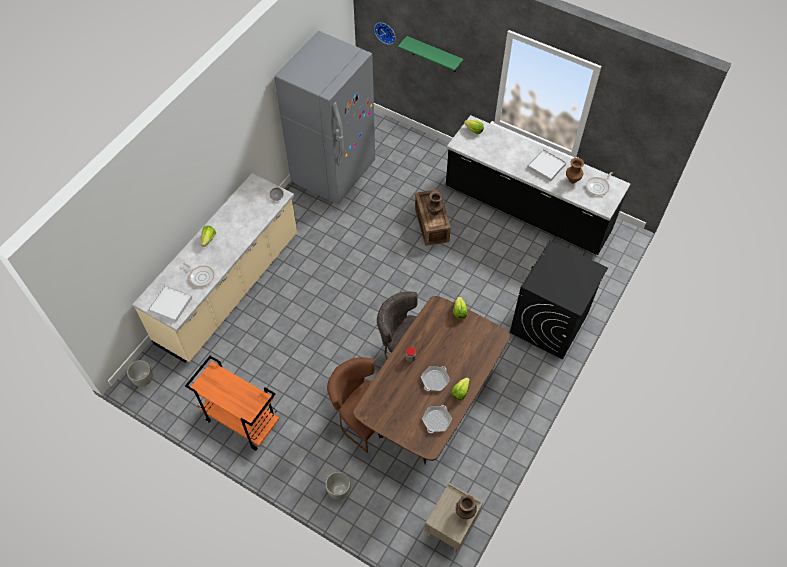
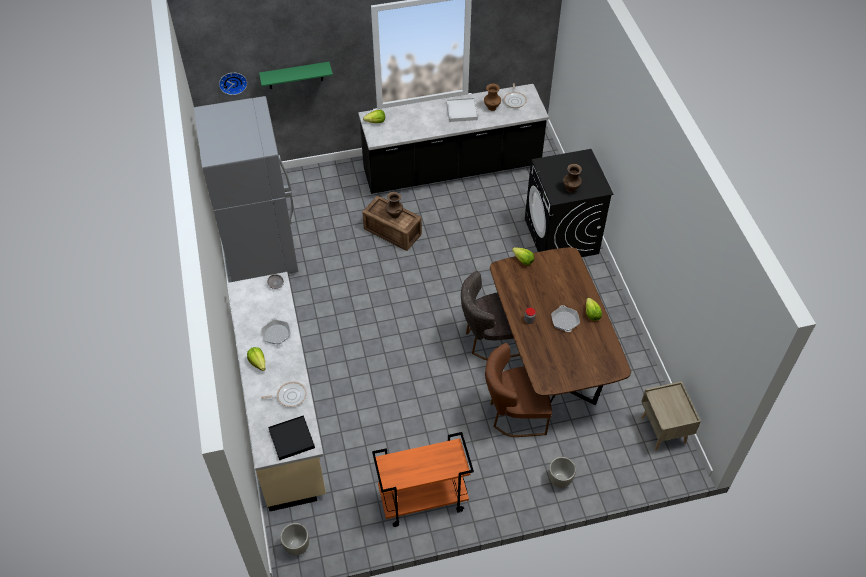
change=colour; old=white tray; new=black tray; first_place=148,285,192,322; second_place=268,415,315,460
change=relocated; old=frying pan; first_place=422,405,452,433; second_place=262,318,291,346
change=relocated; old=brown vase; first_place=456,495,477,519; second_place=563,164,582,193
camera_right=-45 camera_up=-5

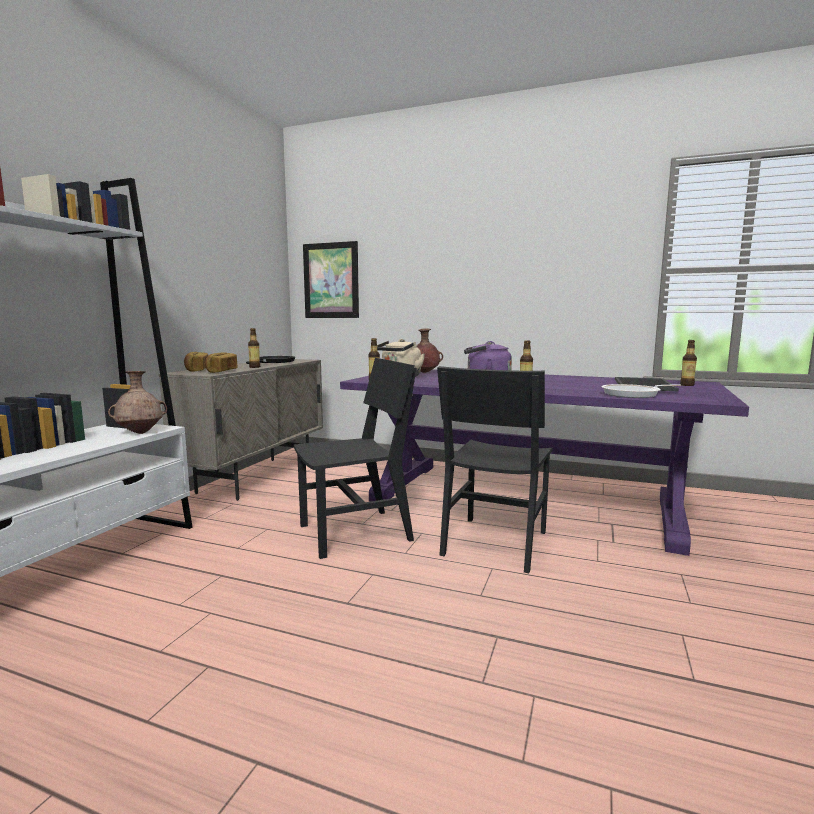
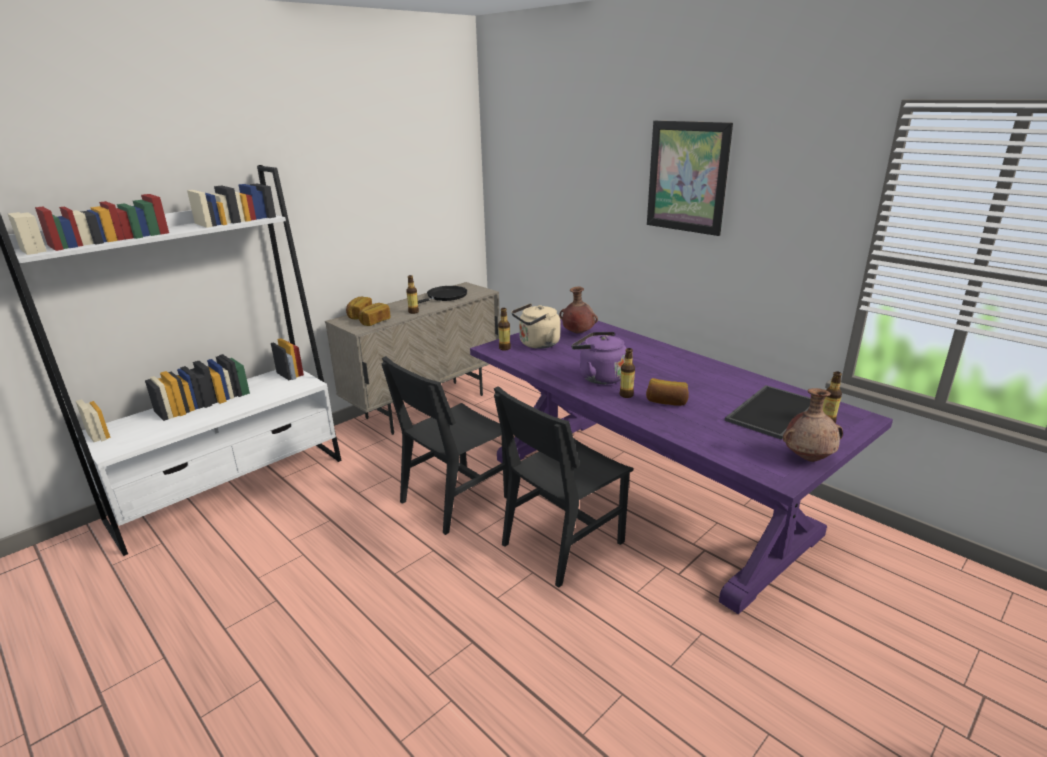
change=relocated; old=picture; first_place=303,241,359,318; second_place=647,121,733,236
change=spun; old=black chair; first_place=294,358,416,559; second_place=381,356,509,535; degrees=135
change=relocated; old=brown vase; first_place=108,371,167,434; second_place=783,388,843,462
change=missing; old=frying pan; first_place=602,384,681,398
change=appeared; new=bread; second_place=646,378,689,406
camera_right=25 camera_up=15

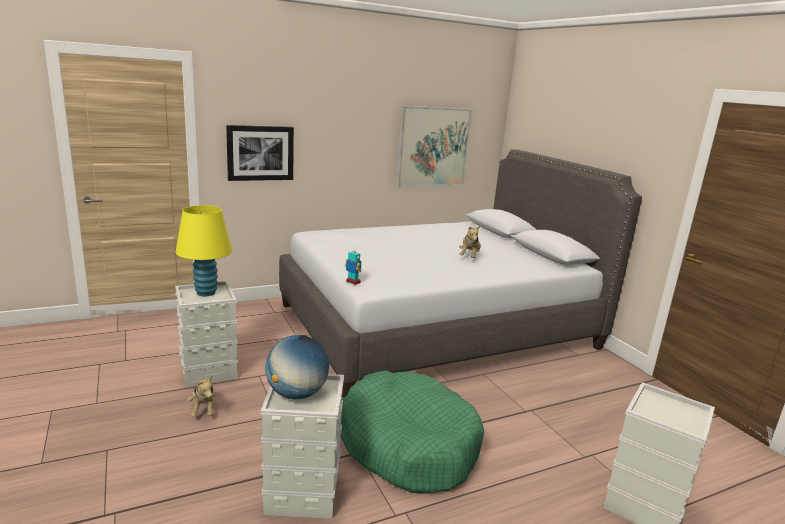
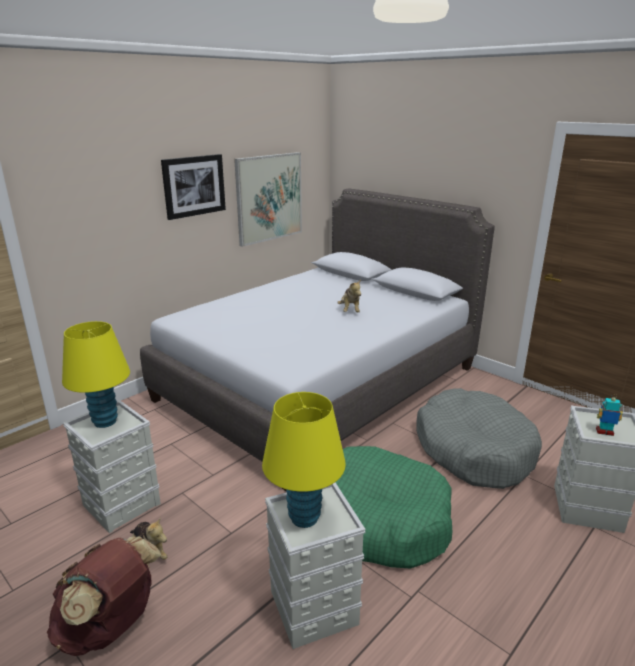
change=relocated; old=picture; first_place=226,125,294,181; second_place=161,154,226,220
change=relocated; old=toy robot; first_place=345,251,362,285; second_place=596,397,623,436
change=exchanged; old=globe; new=yellow table lamp; first_place=265,335,329,399; second_place=262,392,346,528
change=appeared; new=grey dog bed; second_place=416,388,542,489
change=appeared; new=brown backpack; second_place=47,536,161,656
camera_right=-20 camera_up=5

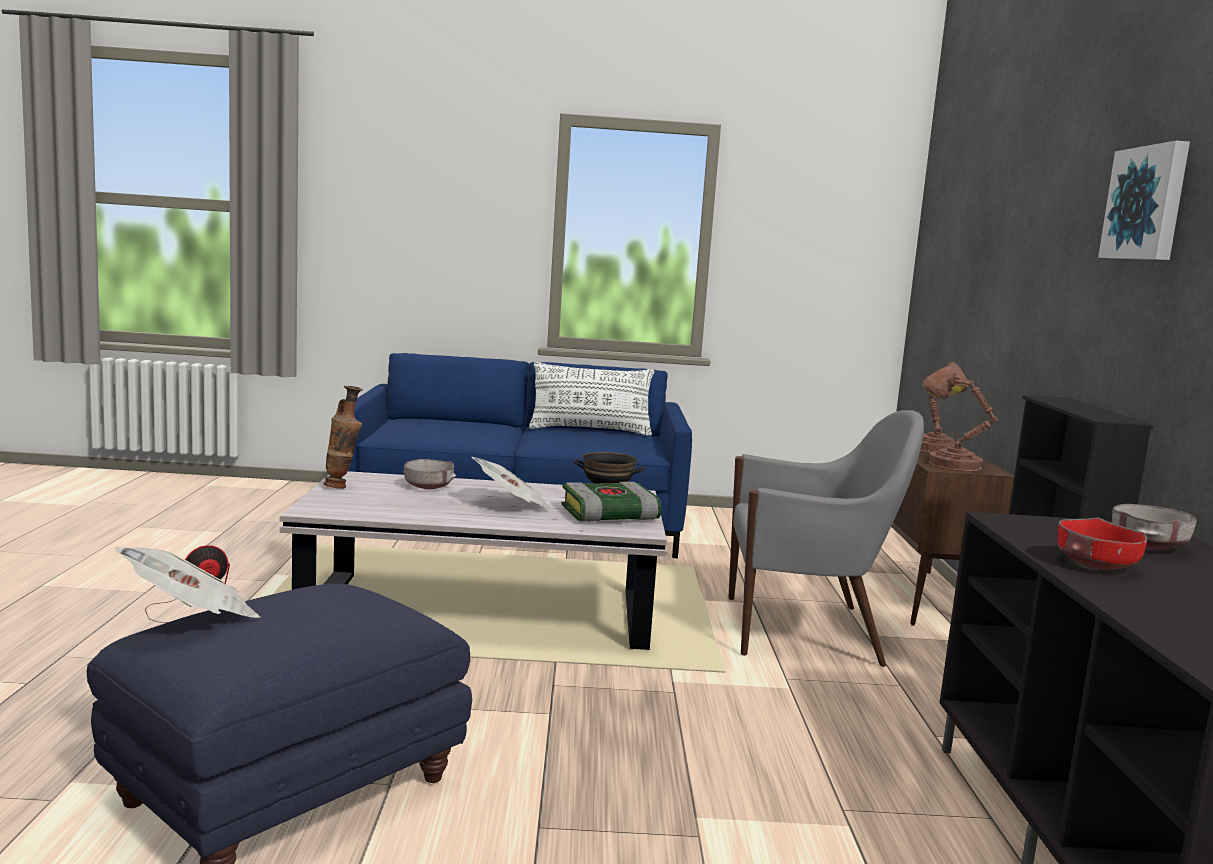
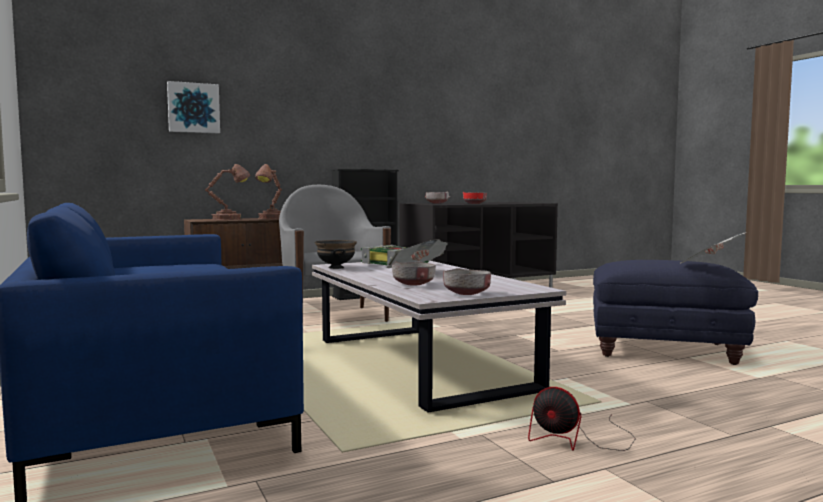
change=relocated; old=picture; first_place=1098,141,1190,260; second_place=167,81,220,134
change=missing; old=white pillow; first_place=529,362,654,436
change=exchanged; old=vase; new=grey bowl; first_place=324,386,362,489; second_place=443,268,491,295
camera_right=-115 camera_up=-5

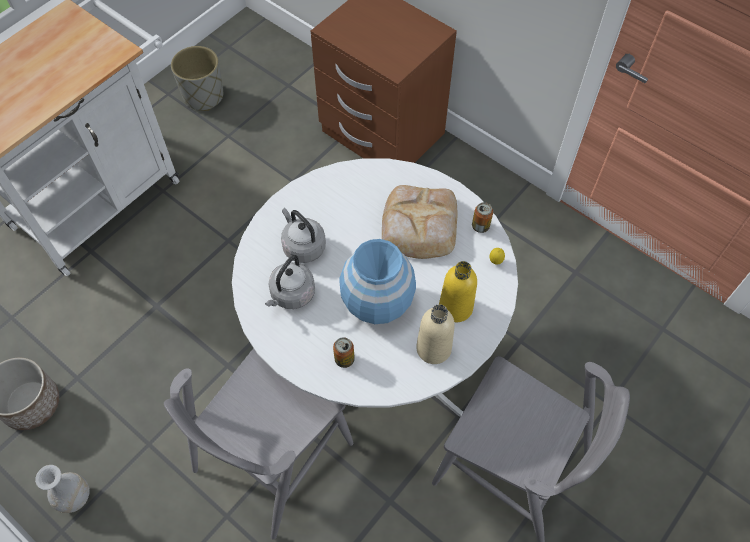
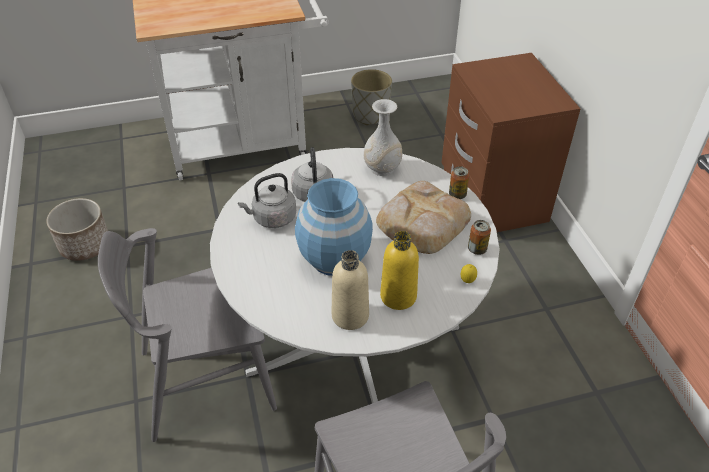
change=relocated; old=can; first_place=333,337,355,368; second_place=449,166,469,199
change=relocated; old=white vase; first_place=35,465,90,513; second_place=363,99,402,176
camera_right=35 camera_up=-15

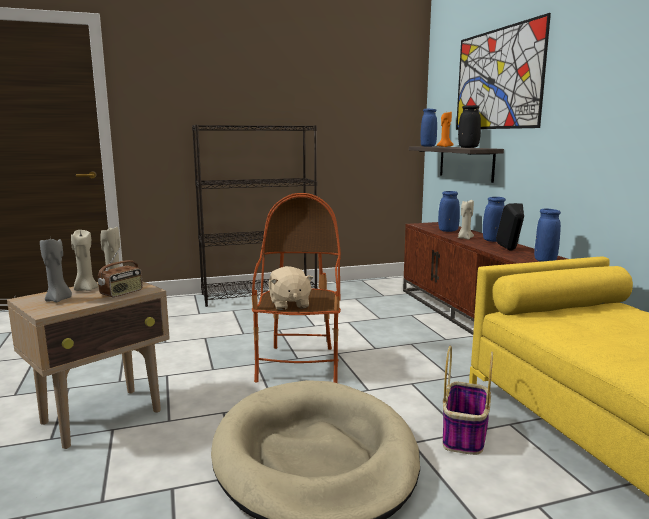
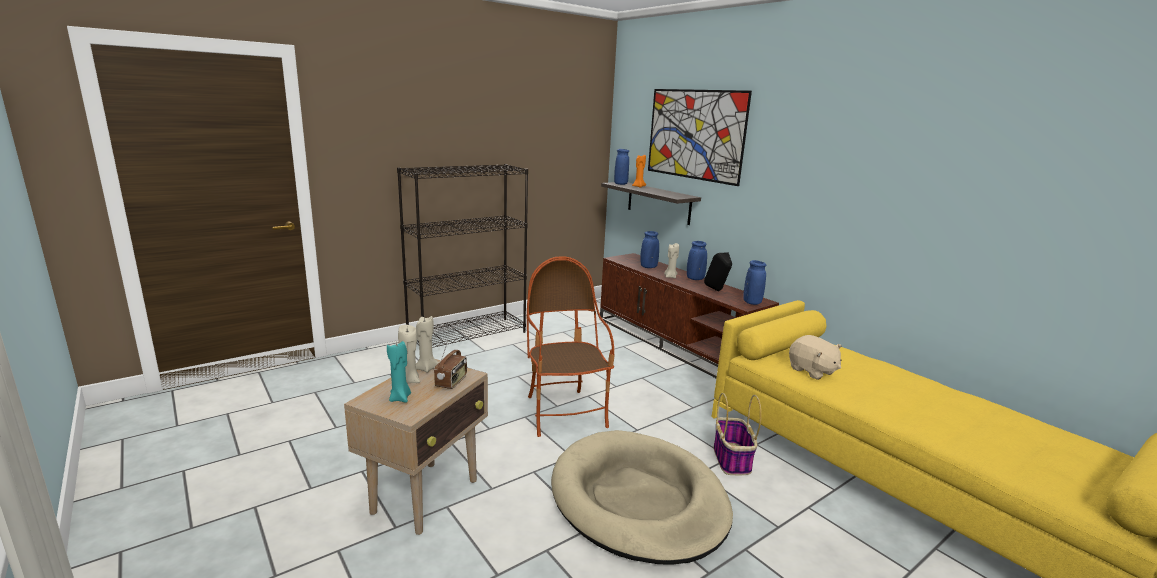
change=missing; old=black vase; first_place=458,105,481,148
change=colour; old=grey candle; new=turquoise candle; first_place=40,238,72,302; second_place=387,341,411,403
change=relocated; old=beige plush toy; first_place=268,266,314,310; second_place=789,335,842,380
camera_right=-20 camera_up=5

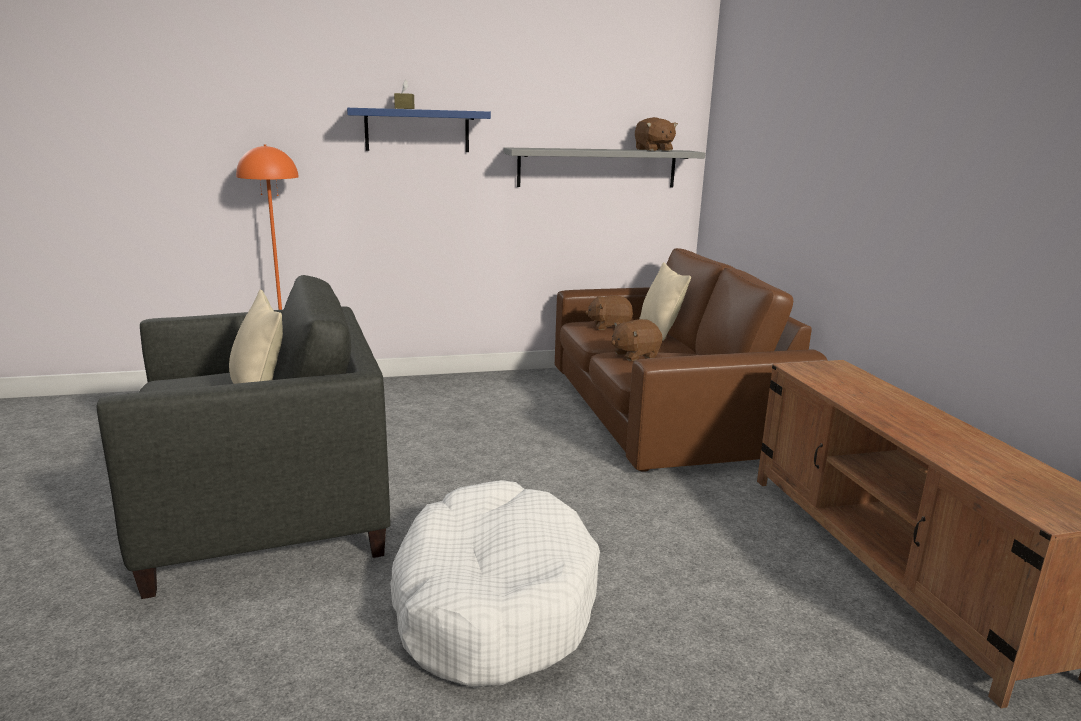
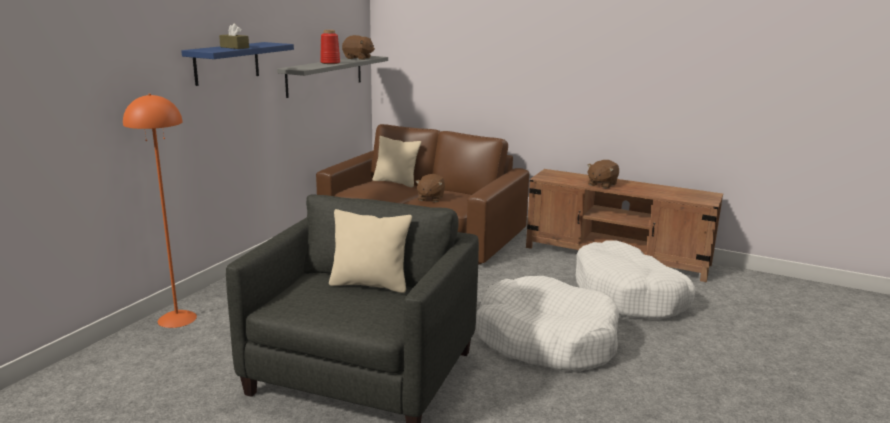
change=relocated; old=brown plush toy; first_place=585,295,633,330; second_place=587,160,619,189
change=appeared; new=red vase; second_place=320,30,340,64
change=appeared; new=white dog bed; second_place=576,240,695,320
camera_right=-50 camera_up=0

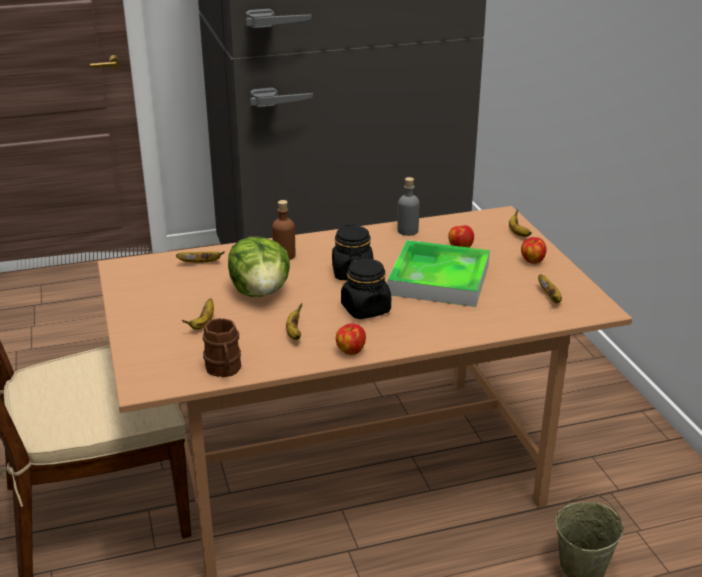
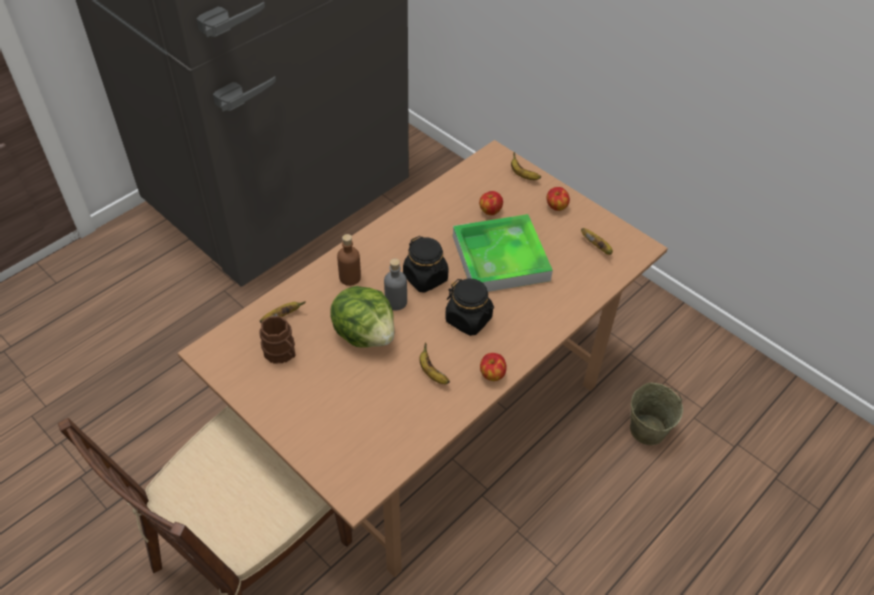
change=relocated; old=grey bottle; first_place=397,177,420,236; second_place=384,258,407,310
change=missing; old=banana; first_place=182,298,214,329
change=relocated; old=brown mug; first_place=203,318,241,377; second_place=259,316,295,364
camera_right=-30 camera_up=20

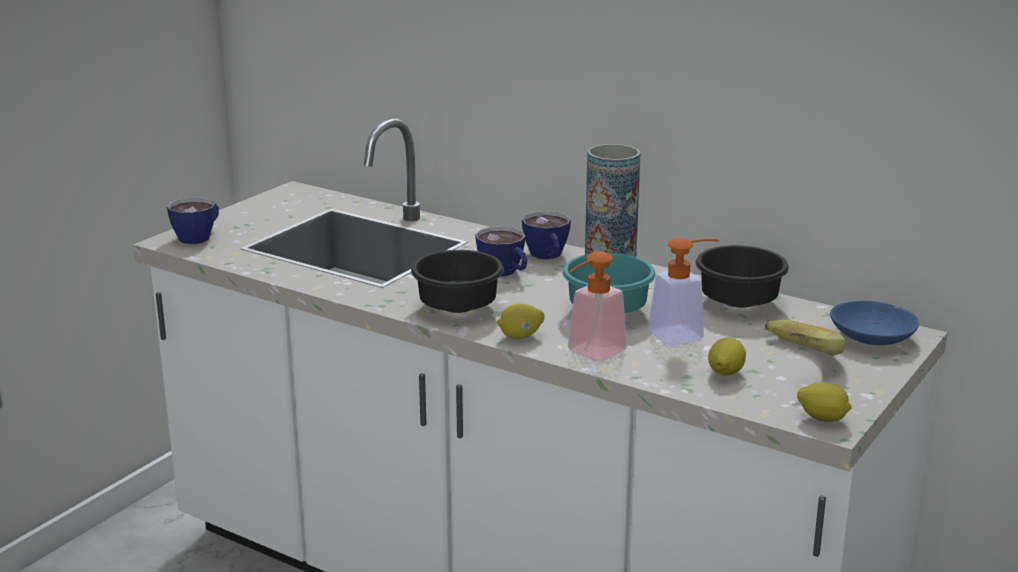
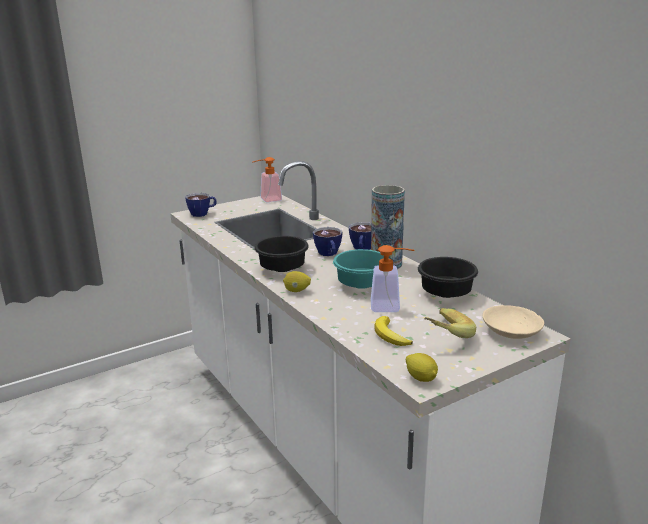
change=relocated; old=soap dispenser; first_place=568,251,627,362; second_place=252,157,282,202
change=colour; old=blue bowl; new=beige bowl; first_place=830,301,919,345; second_place=483,305,544,339
change=exchanged; old=lemon; new=banana; first_place=708,337,746,375; second_place=374,316,413,346
camera_right=25 camera_up=0

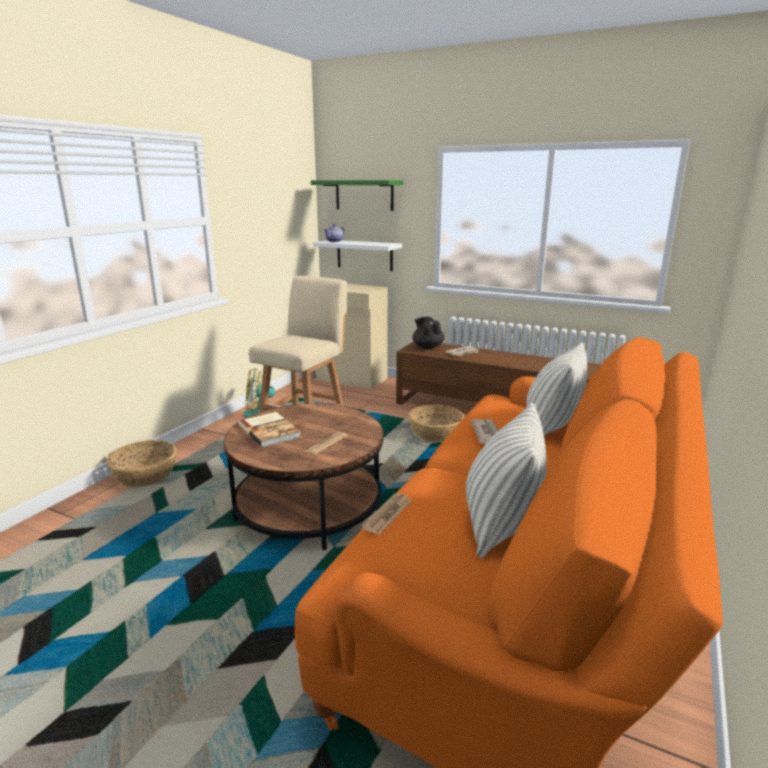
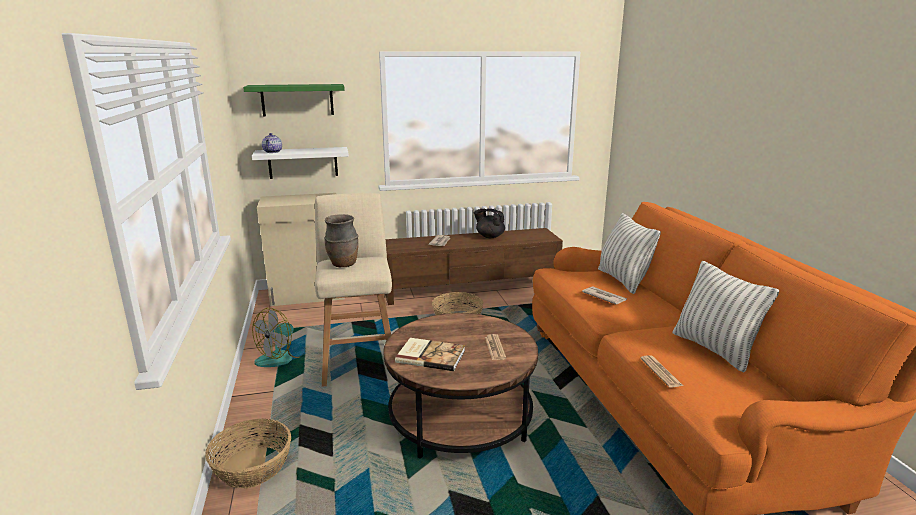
change=relocated; old=black teapot; first_place=412,317,444,349; second_place=474,209,505,238
change=appeared; new=brown vase; second_place=325,214,358,267
camera_right=-40 camera_up=0

